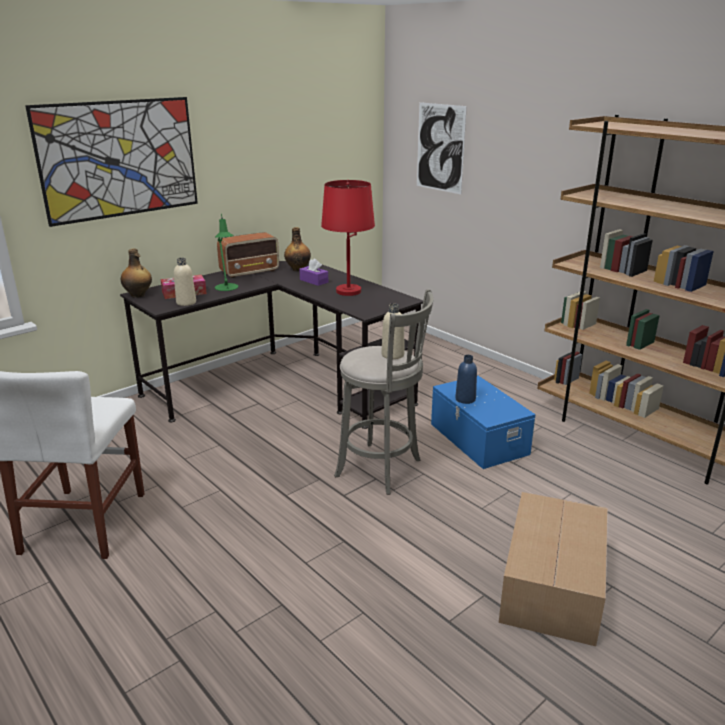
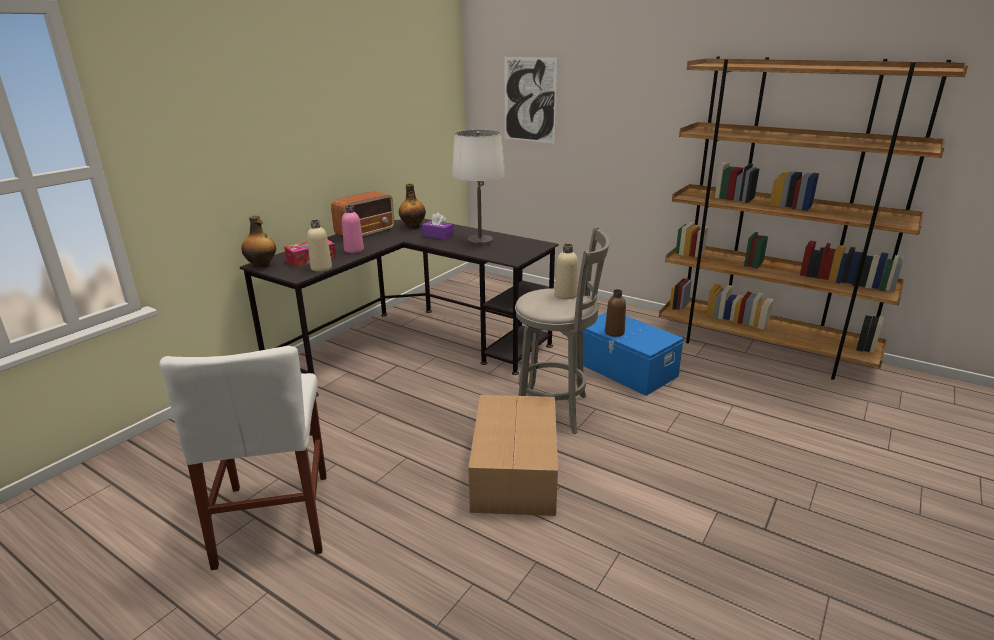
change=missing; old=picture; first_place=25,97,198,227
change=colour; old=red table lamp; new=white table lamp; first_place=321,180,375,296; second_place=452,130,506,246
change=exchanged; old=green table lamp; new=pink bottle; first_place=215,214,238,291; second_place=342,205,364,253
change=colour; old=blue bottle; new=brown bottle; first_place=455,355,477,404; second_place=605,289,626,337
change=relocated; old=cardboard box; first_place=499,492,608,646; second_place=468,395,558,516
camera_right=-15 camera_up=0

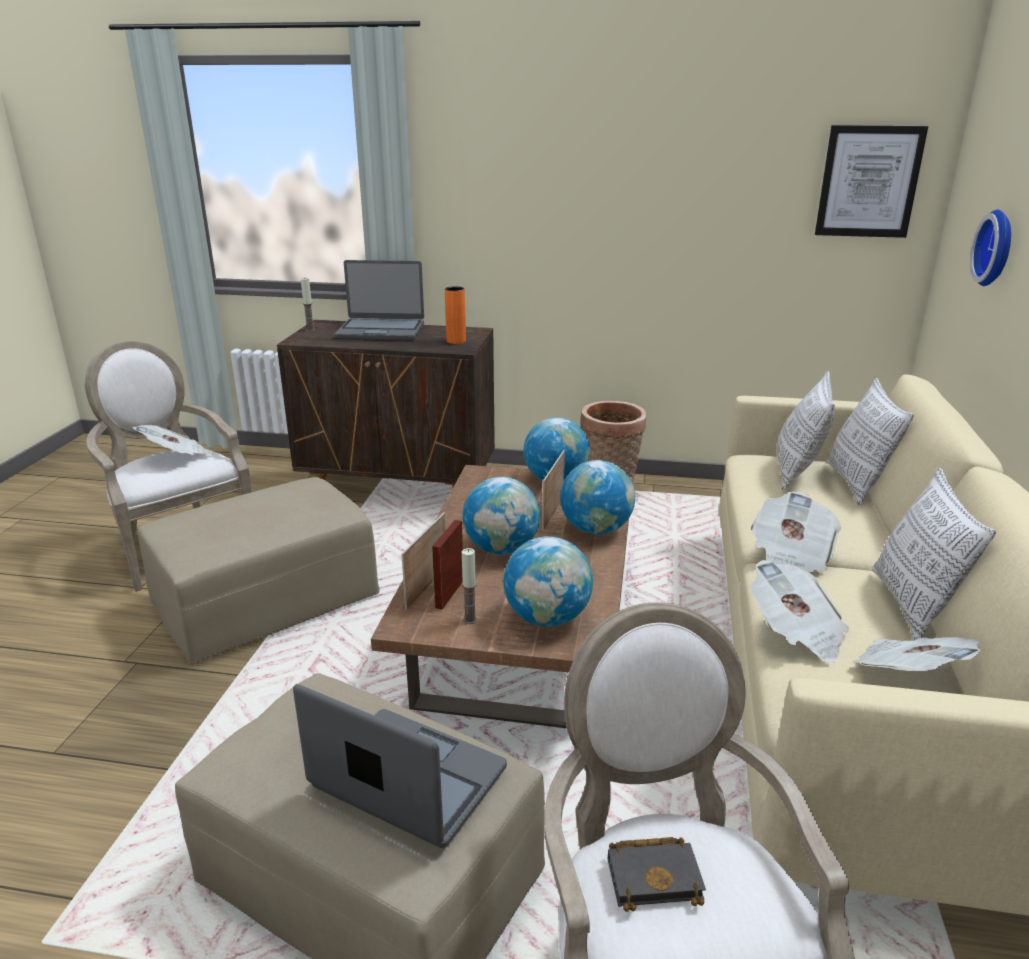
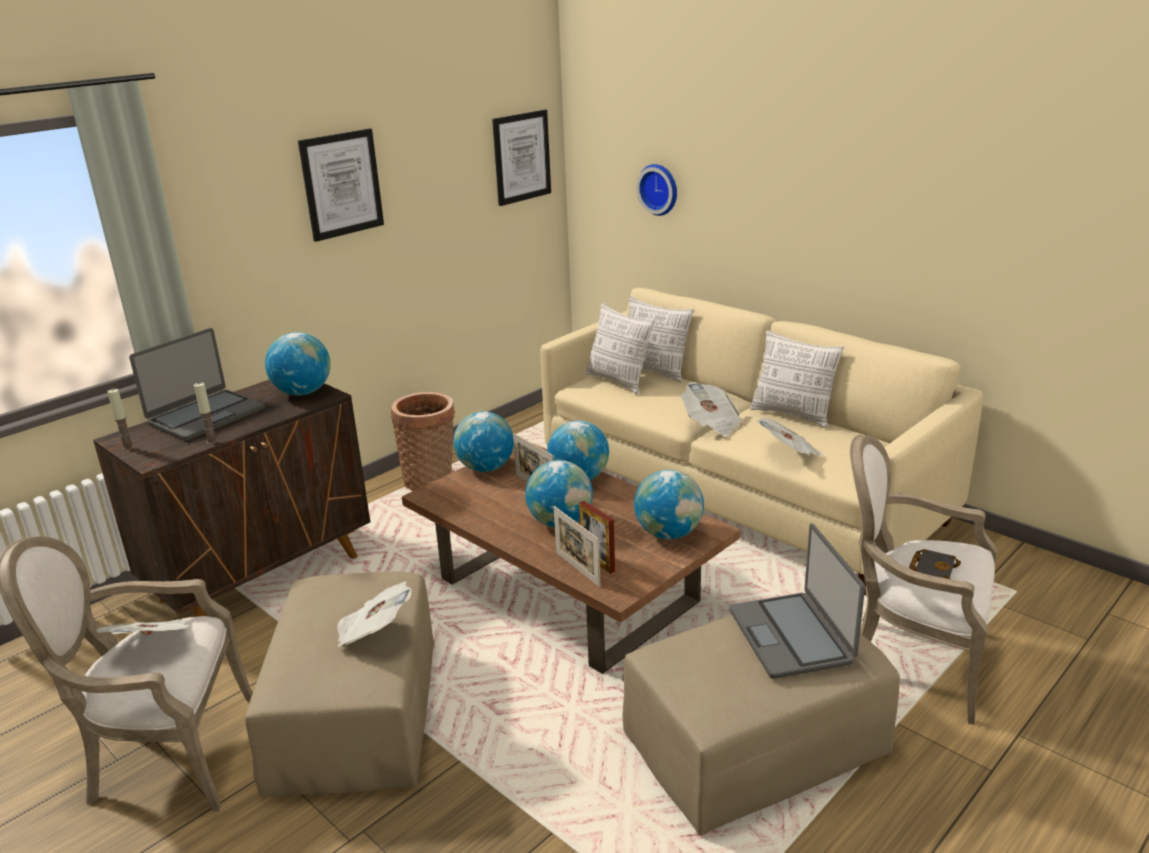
change=exchanged; old=orange vase; new=globe; first_place=445,286,466,344; second_place=265,332,331,396
change=relocated; old=candle; first_place=462,548,477,624; second_place=194,383,218,444
change=relocated; old=newspaper; first_place=852,637,981,671; second_place=337,582,412,647
change=spun; old=laptop; first_place=293,684,507,848; second_place=729,523,865,679; degrees=-75
change=appeared; new=picture; second_place=298,129,384,242
camera_right=-55 camera_up=0

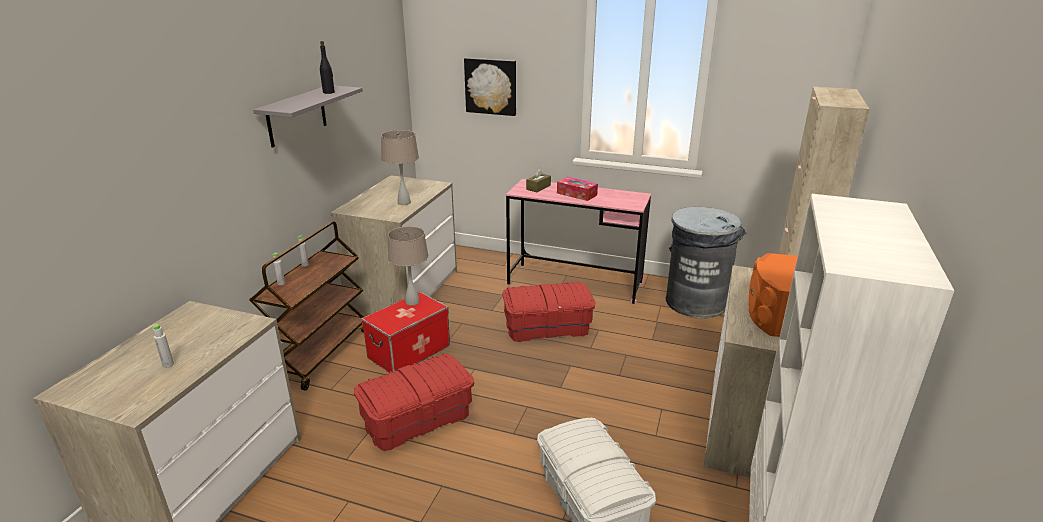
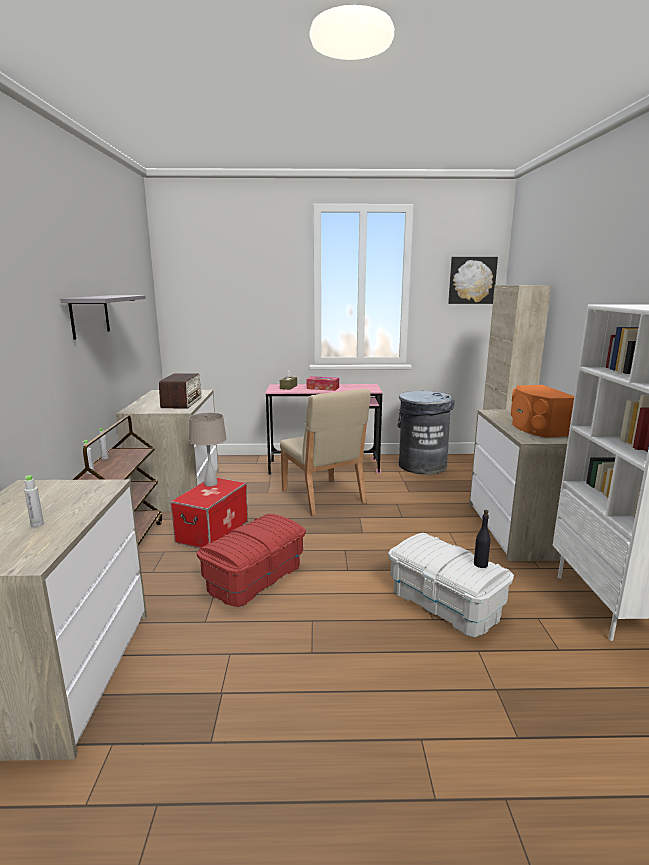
change=relocated; old=black bottle; first_place=320,41,335,94; second_place=474,510,490,568
change=relocated; old=picture; first_place=464,58,516,116; second_place=448,257,498,304
change=exchanged; old=beige table lamp; new=radio; first_place=381,130,419,205; second_place=159,373,202,409
change=exchanged; old=red storage box; new=beige chair; first_place=502,282,596,342; second_place=280,389,371,516
camera_right=-20 camera_up=-10

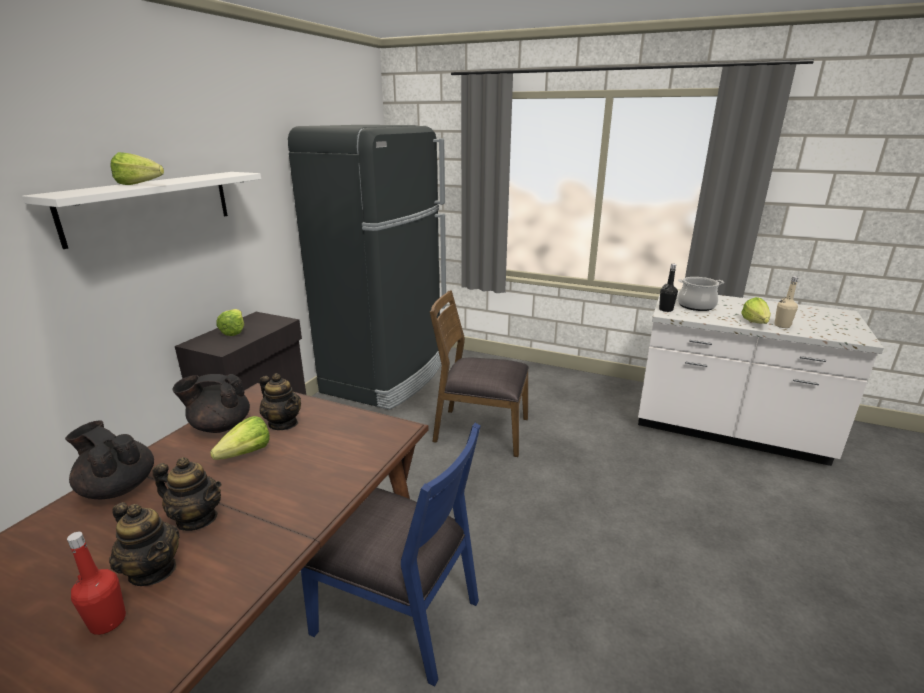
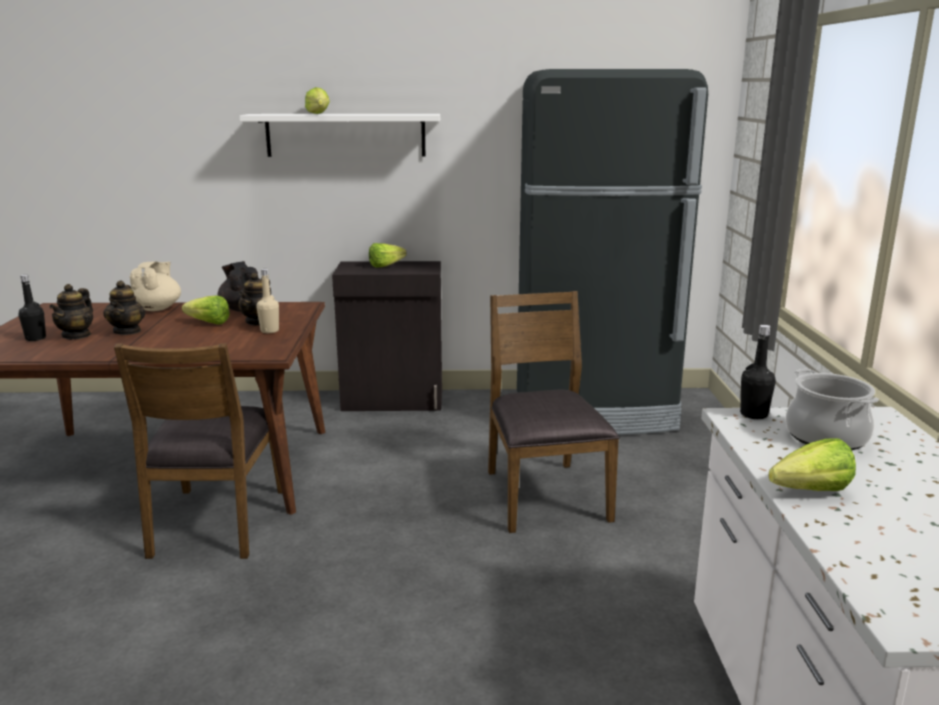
change=relocated; old=beige bottle; first_place=774,276,799,328; second_place=256,269,279,333
change=colour; old=black teapot; new=beige teapot; first_place=65,420,154,499; second_place=130,262,181,311
change=colour; old=blue chair; new=brown chair; first_place=301,423,481,686; second_place=114,344,282,559
change=colour; old=red bottle; new=black bottle; first_place=67,532,126,635; second_place=18,275,46,341
camera_right=65 camera_up=-5

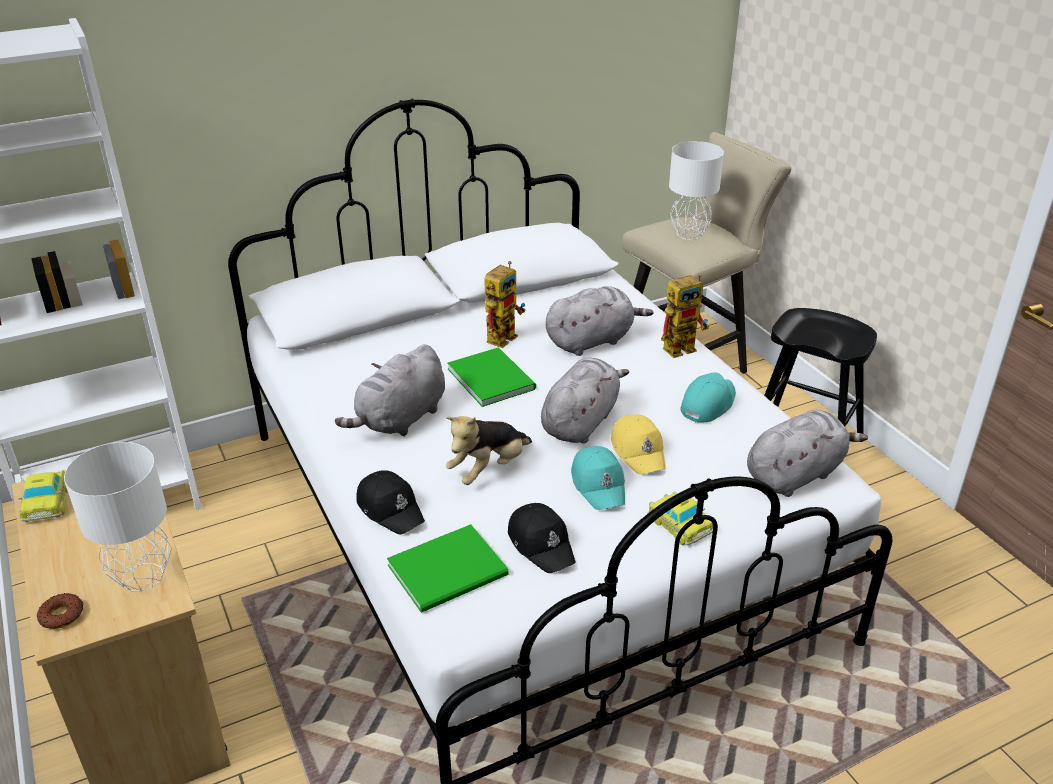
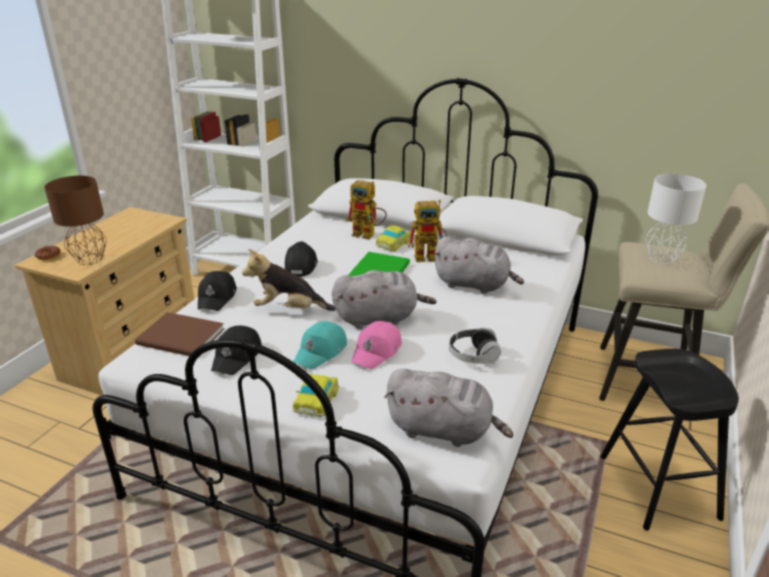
change=relocated; old=toy robot; first_place=661,273,709,358; second_place=346,180,387,239
change=exchanged; old=grey plush toy; new=black cap; first_place=335,344,445,436; second_place=285,241,318,277
change=exchanged; old=turquoise cap; new=headphones; first_place=680,372,736,423; second_place=449,328,501,364
change=colour; old=yellow cap; new=pink cap; first_place=611,414,665,475; second_place=351,321,402,369
change=colour; old=white table lamp; new=brown table lamp; first_place=64,442,172,591; second_place=44,176,107,265
change=relocated; old=toy car; first_place=18,470,68,522; second_place=375,225,411,251
change=colour; old=green book; new=brown book; first_place=387,524,509,613; second_place=135,312,224,356
camera_right=50 camera_up=-5

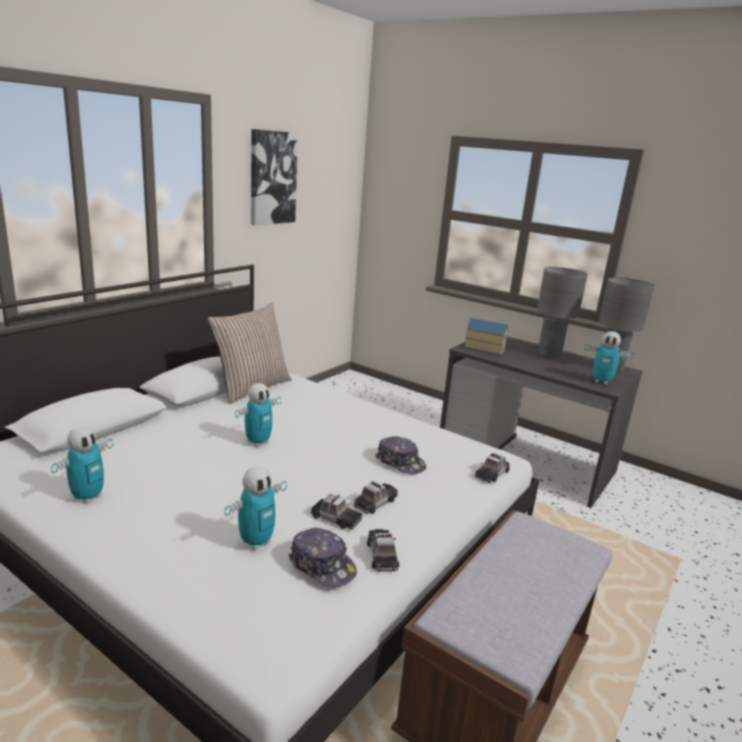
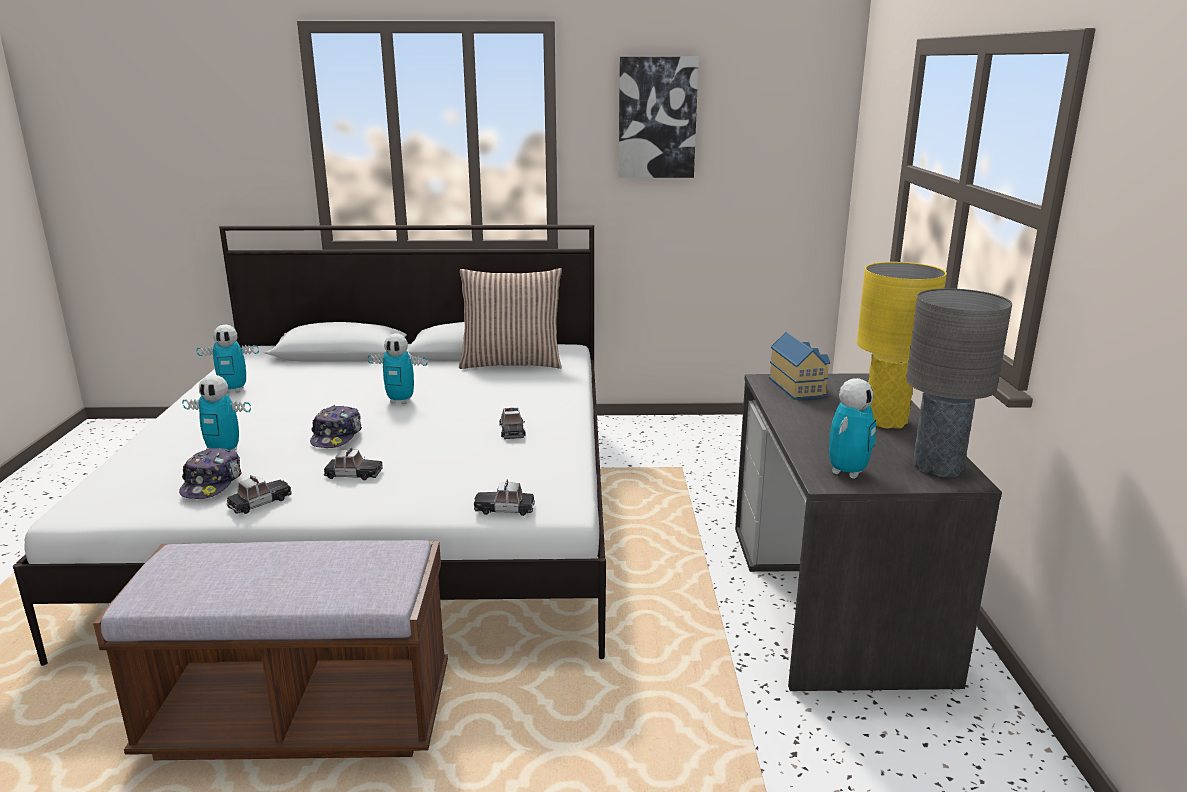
change=colour; old=grey table lamp; new=yellow table lamp; first_place=537,267,588,358; second_place=857,262,947,429
change=spun; old=toy robot; first_place=585,331,634,385; second_place=829,378,876,479; degrees=-135
change=relocated; old=cap; first_place=376,436,426,474; second_place=310,405,362,448
change=relocated; old=toy car; first_place=310,494,363,530; second_place=499,408,526,439
camera_right=55 camera_up=0

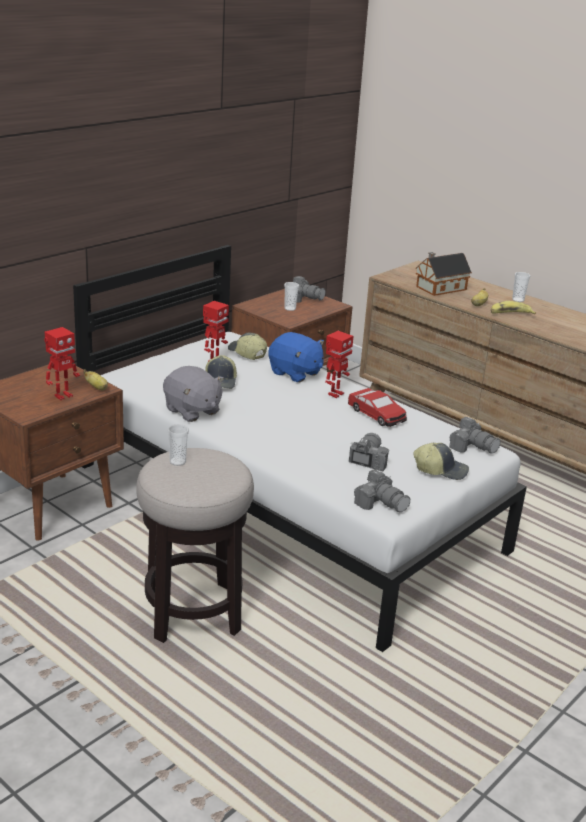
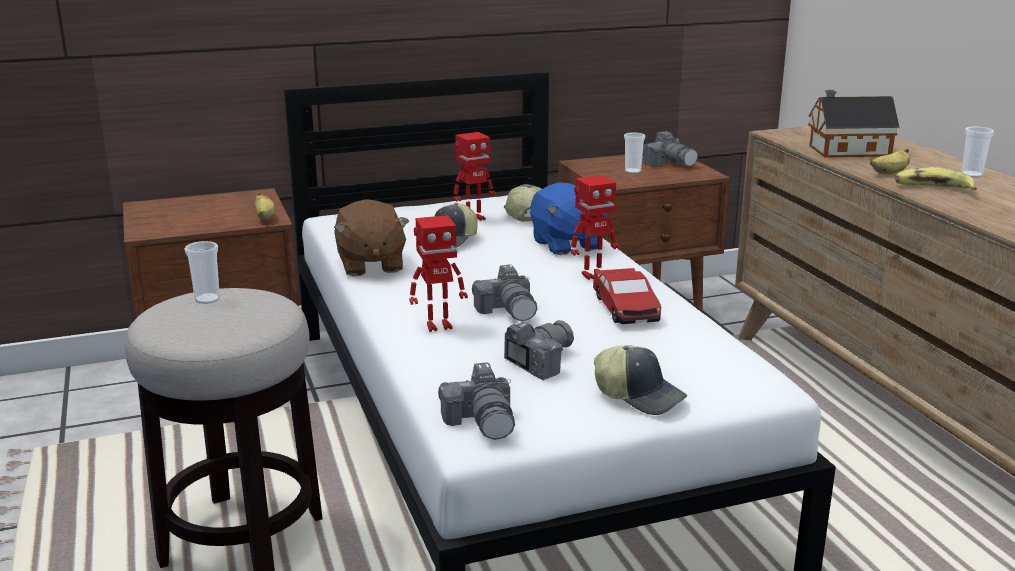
change=relocated; old=toy robot; first_place=44,327,80,400; second_place=409,215,468,332
change=colour; old=grey plush toy; new=brown plush toy; first_place=163,366,224,422; second_place=334,199,409,276
change=relocated; old=photo camera; first_place=449,417,501,454; second_place=472,264,537,321
camera_right=30 camera_up=-5

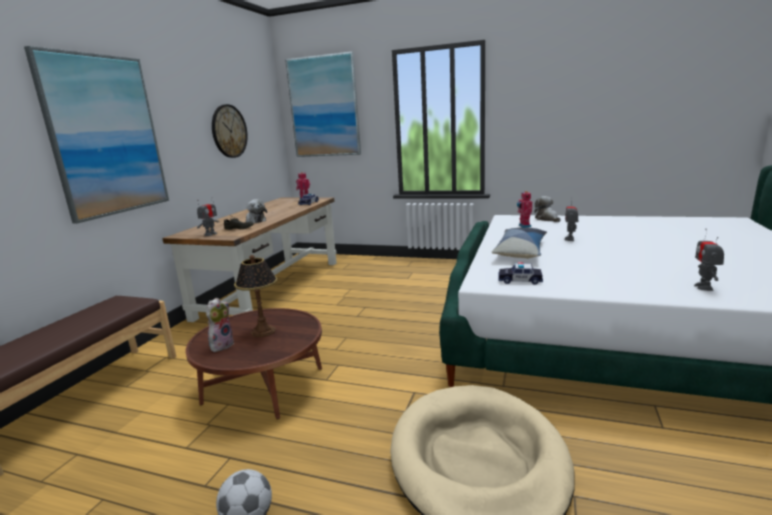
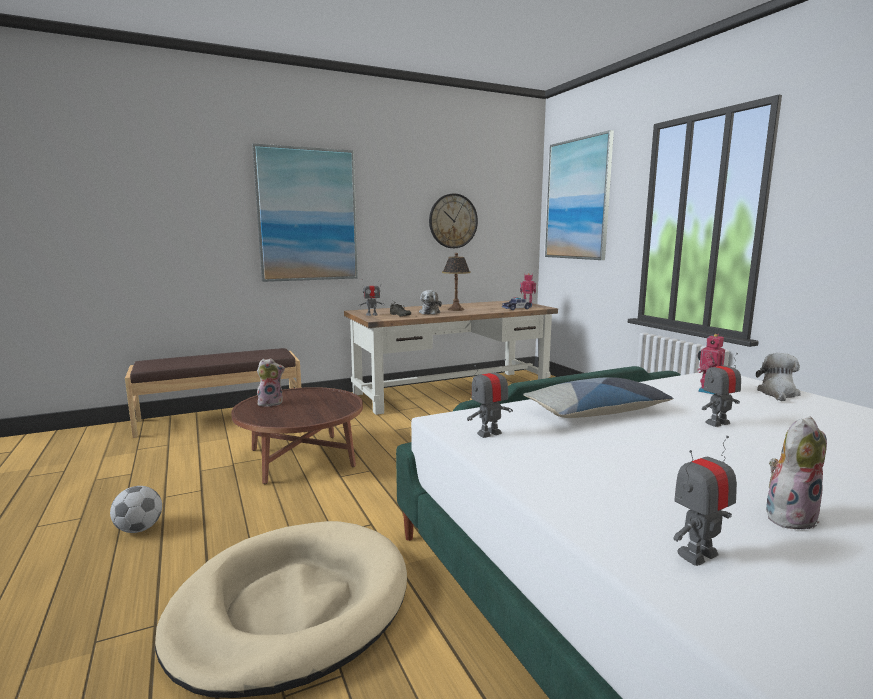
change=relocated; old=table lamp; first_place=234,255,278,337; second_place=442,253,471,311
change=exchanged; old=toy car; new=toy robot; first_place=499,262,543,285; second_place=467,359,513,438
change=appeared; new=plush toy; second_place=766,416,827,530
camera_right=45 camera_up=-5

